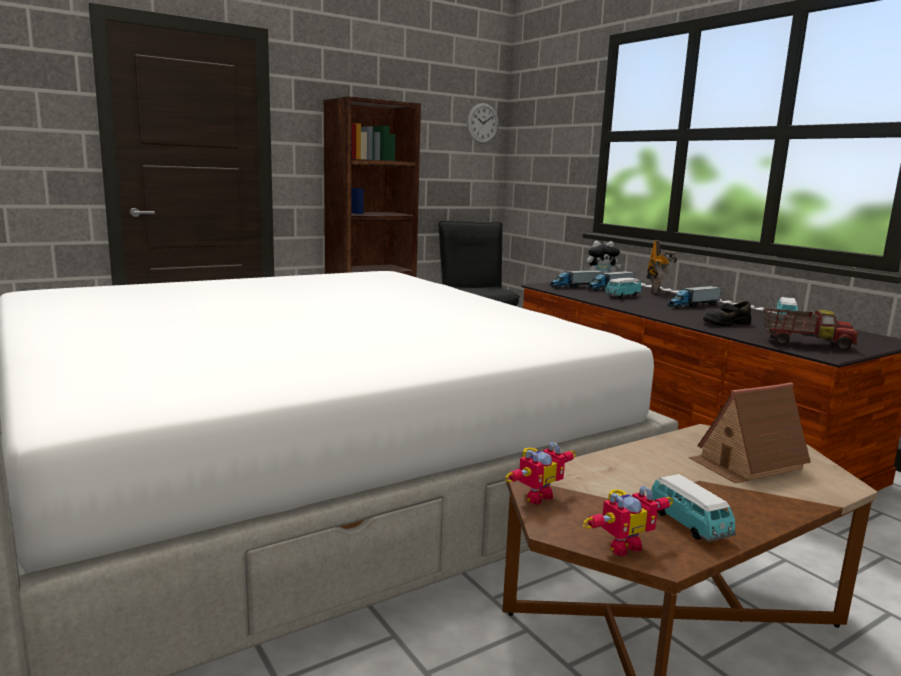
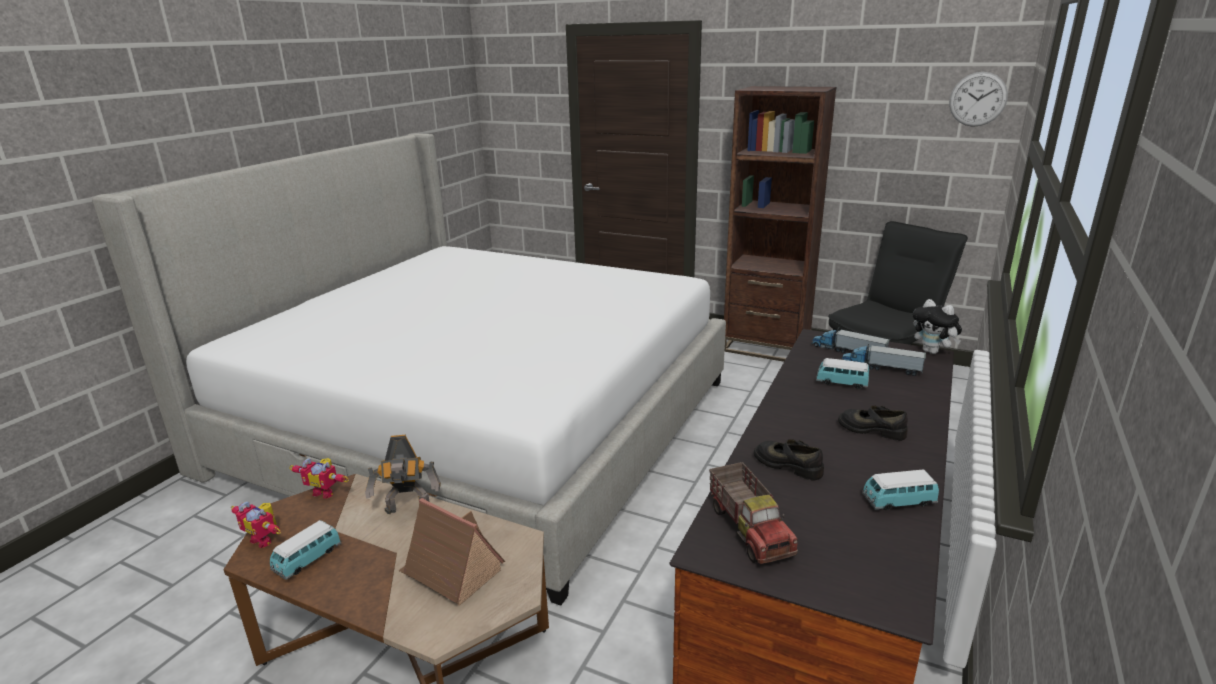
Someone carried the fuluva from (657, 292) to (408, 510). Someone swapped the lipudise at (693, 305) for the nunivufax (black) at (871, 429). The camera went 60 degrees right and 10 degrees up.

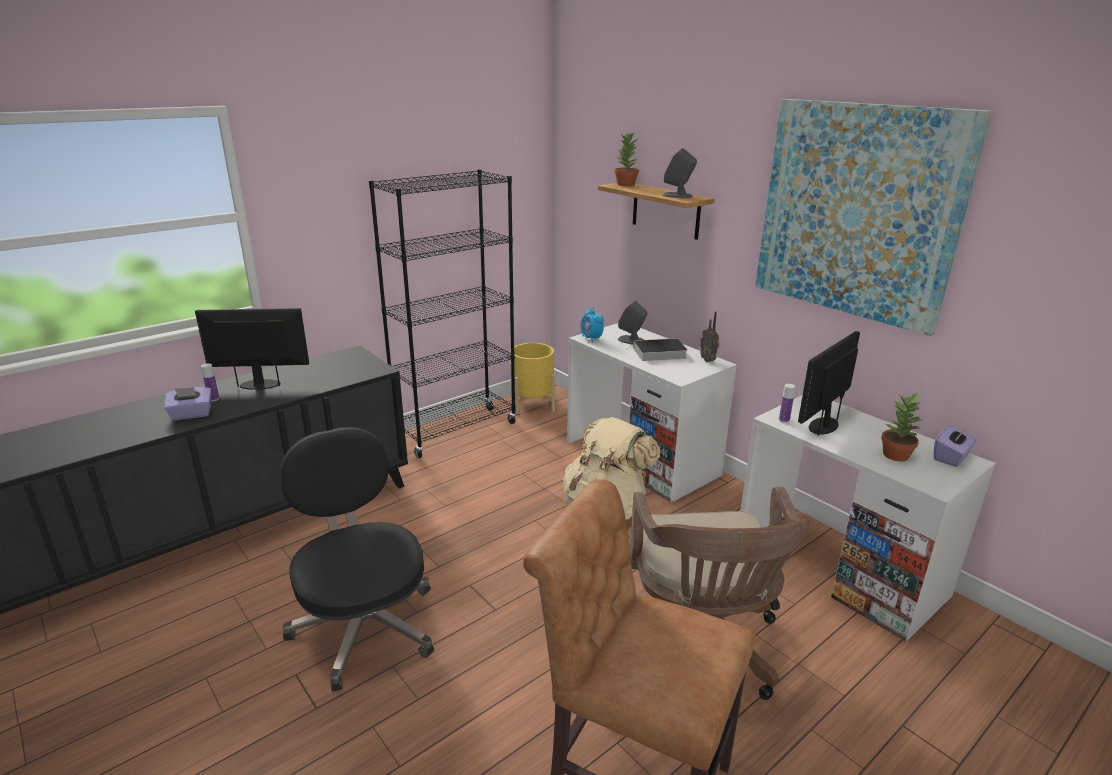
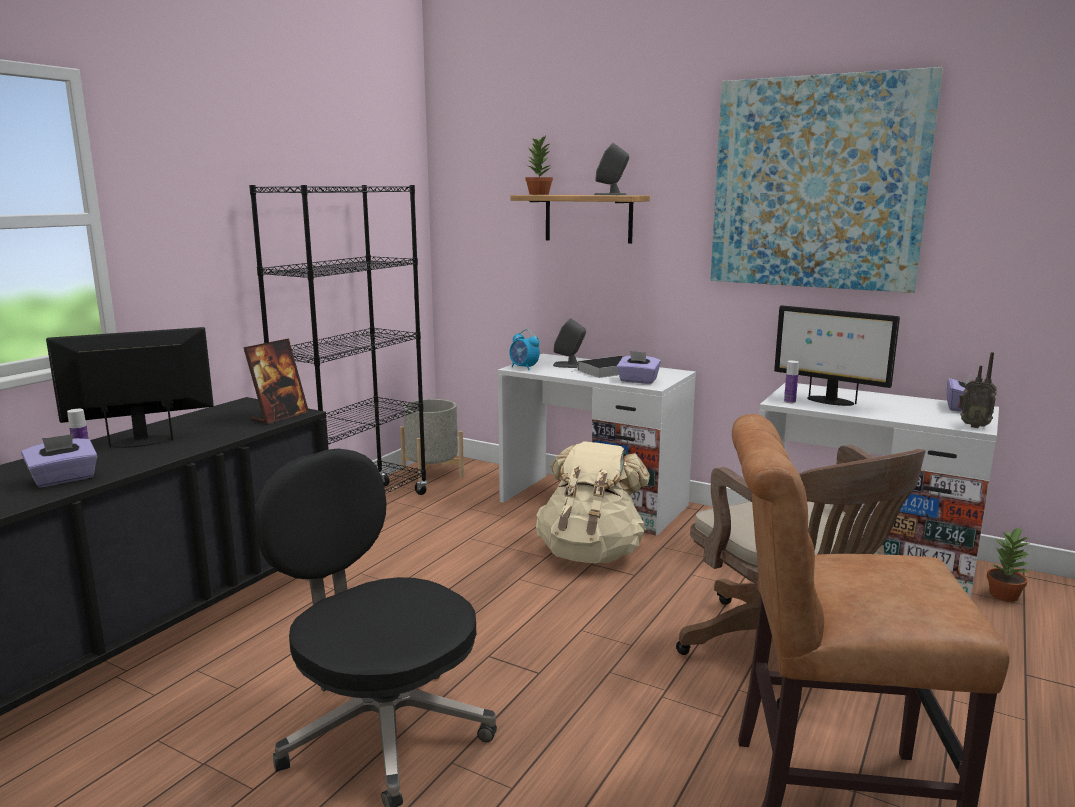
Someone repainted the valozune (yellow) at (532, 404), which became the valozune (grey) at (432, 474). Someone carried the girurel from (708, 360) to (973, 426). Someone rotated the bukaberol at (823, 425) by 75 degrees counterclockwise. Someone carried the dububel from (896, 455) to (1004, 595). Someone put down the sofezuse at (279, 416). Someone put down the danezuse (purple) at (638, 381). The camera went 20 degrees left and 10 degrees down.

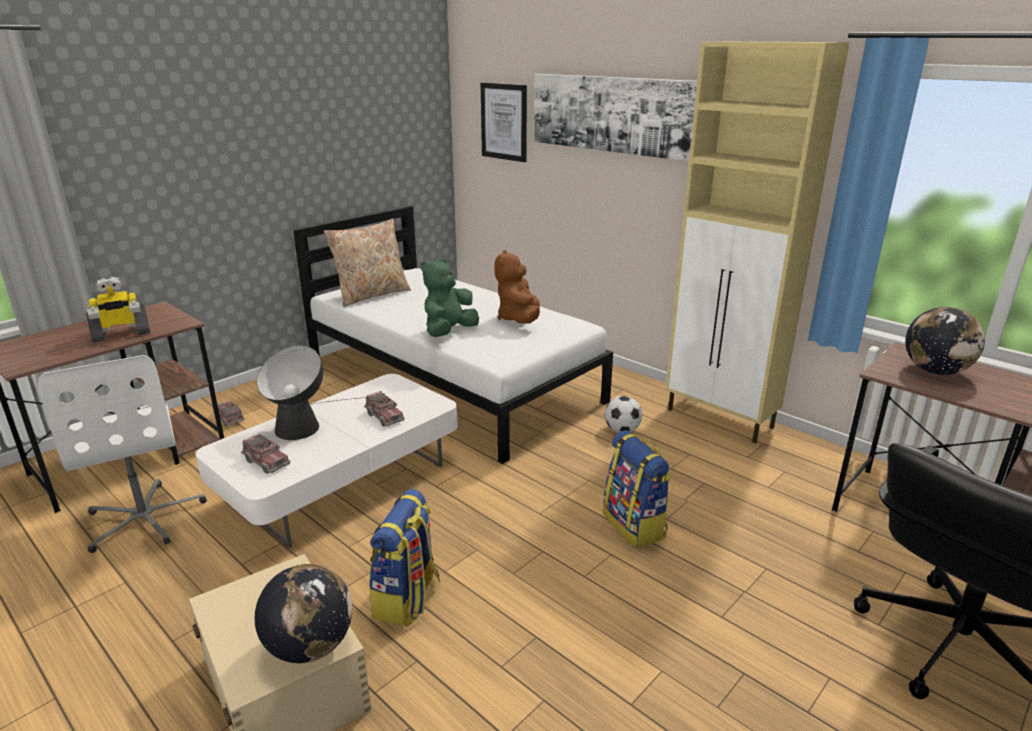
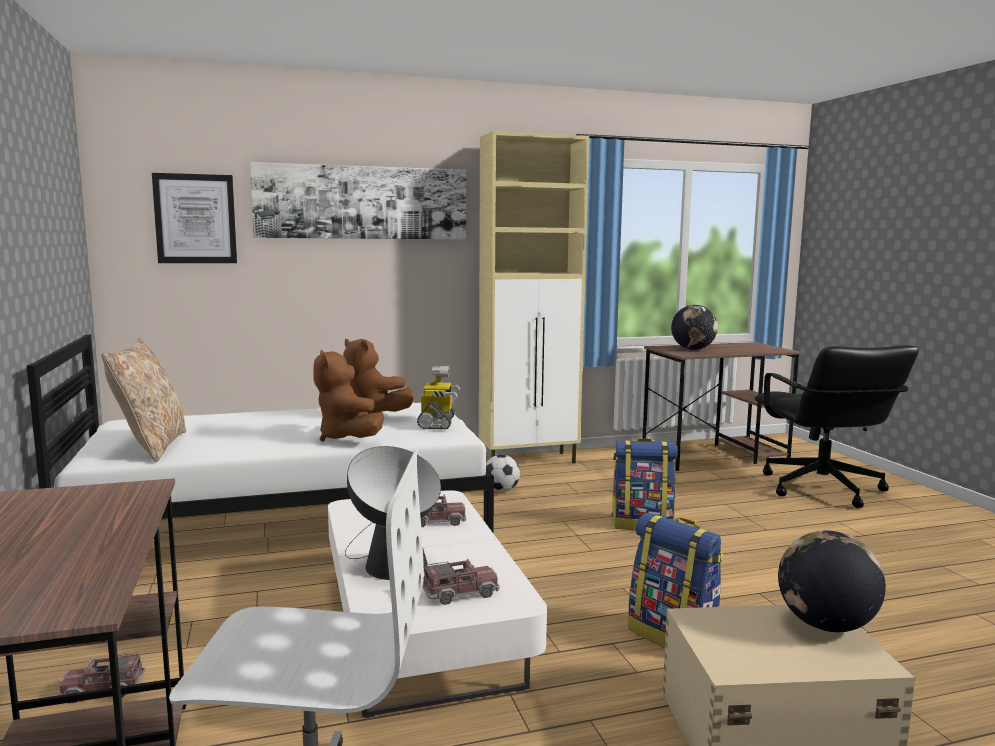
Someone carried the fuluva from (121, 334) to (437, 423). Someone repainted the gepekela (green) at (449, 332), which became the gepekela (brown) at (348, 438). The camera went 60 degrees left and 15 degrees down.

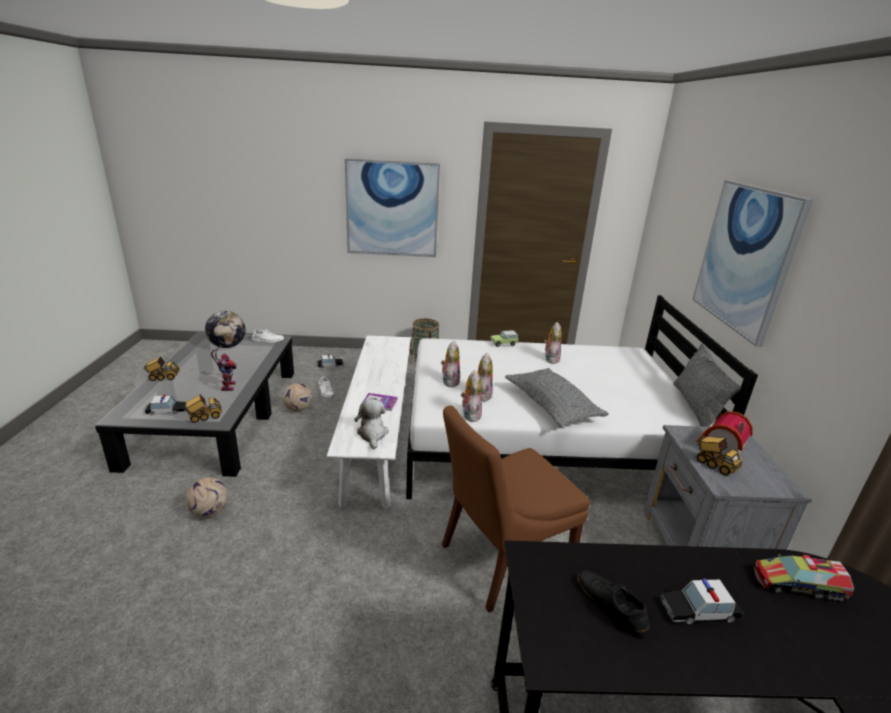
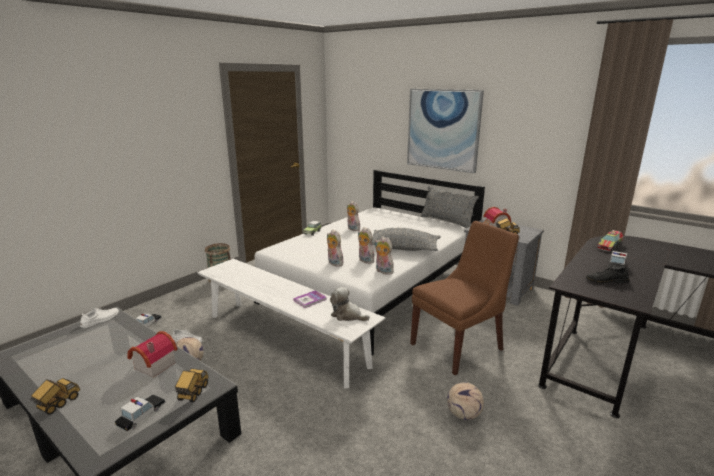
Someone carried the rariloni from (210, 511) to (463, 414). Someone took away the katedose at (228, 346). Someone swapped the fuluva at (227, 386) for the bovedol at (152, 365). Someone took away the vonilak at (392, 209). Someone rotated the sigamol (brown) at (501, 561) by 135 degrees counterclockwise. The camera went 50 degrees left and 5 degrees down.

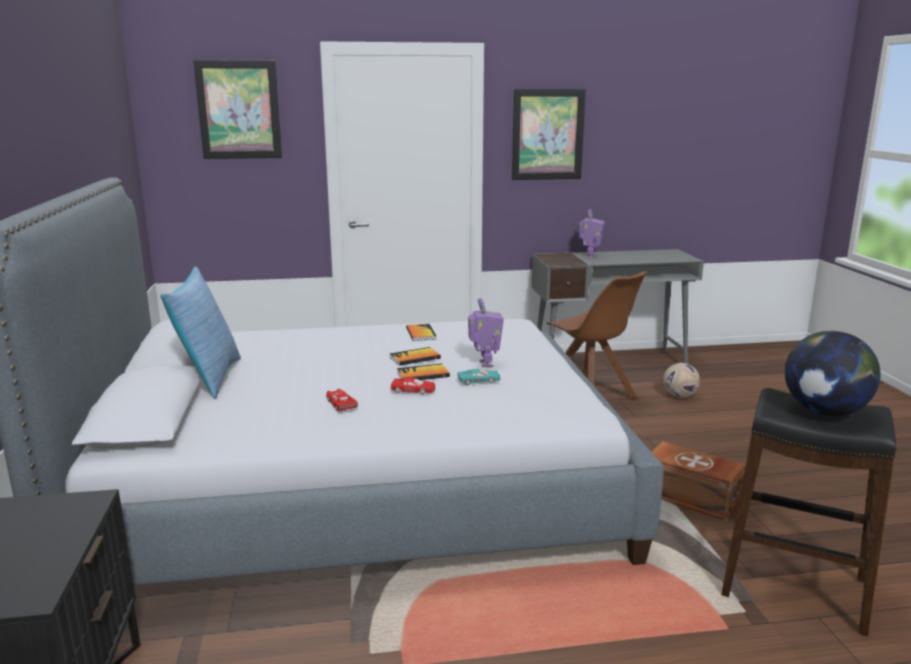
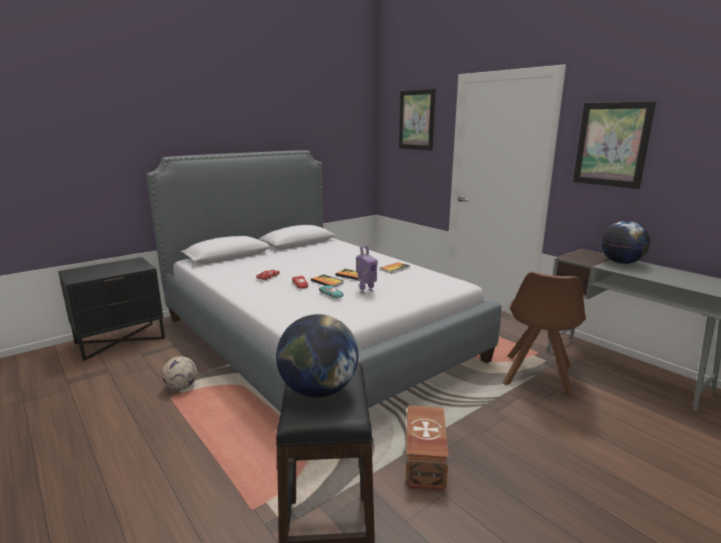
Someone took away the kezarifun at (208, 378). Someone swapped the fuluva at (590, 256) for the katedose at (621, 263). Someone carried the rariloni from (679, 396) to (181, 387). The camera went 60 degrees right and 0 degrees up.

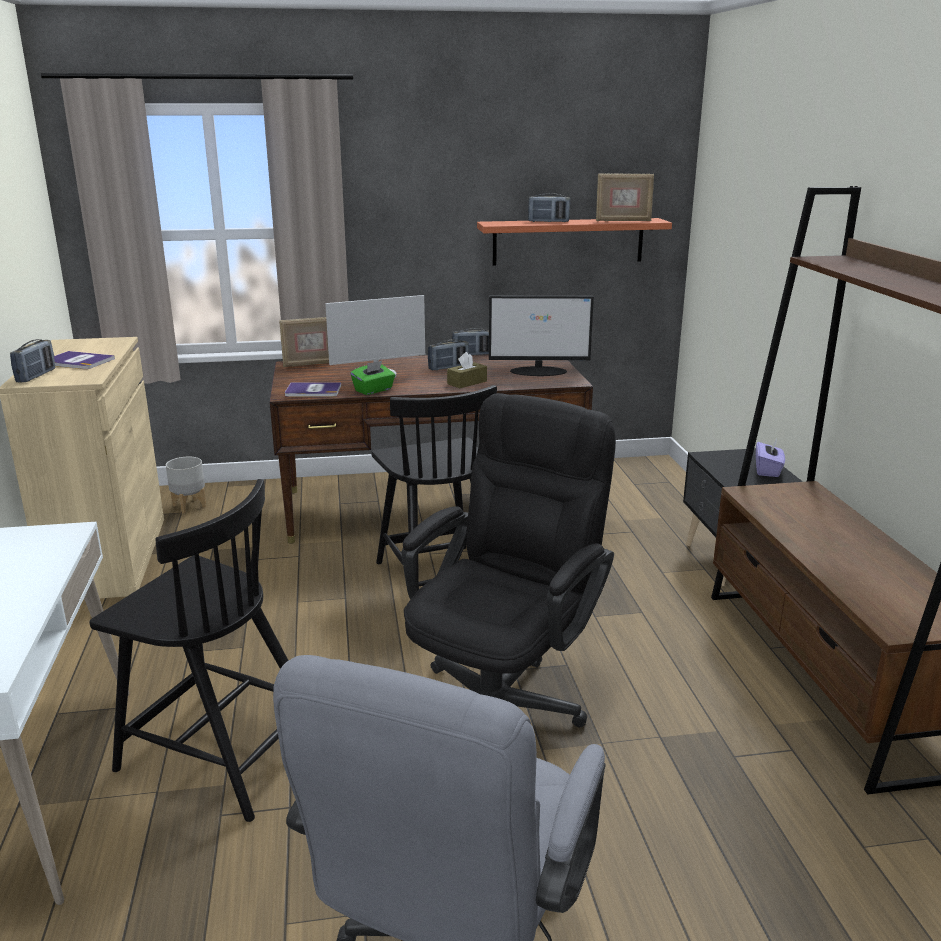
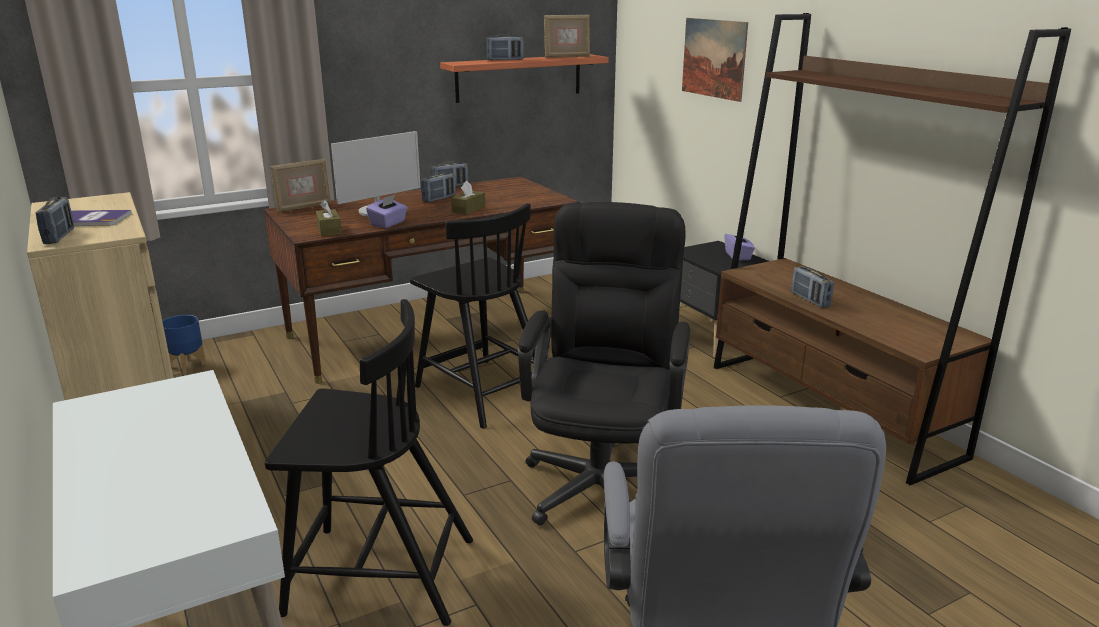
Someone repainted the valozune (grey) at (189, 506), which became the valozune (blue) at (186, 366). Someone swapped the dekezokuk at (313, 391) for the danezuse (brown) at (329, 230). Someone repainted the danezuse (green) at (374, 390), which became the danezuse (purple) at (388, 224). Someone took away the bukaberol at (539, 371). Someone put up the vonilak at (714, 58). Someone put down the girurel at (809, 300). The camera went 20 degrees left and 0 degrees up.

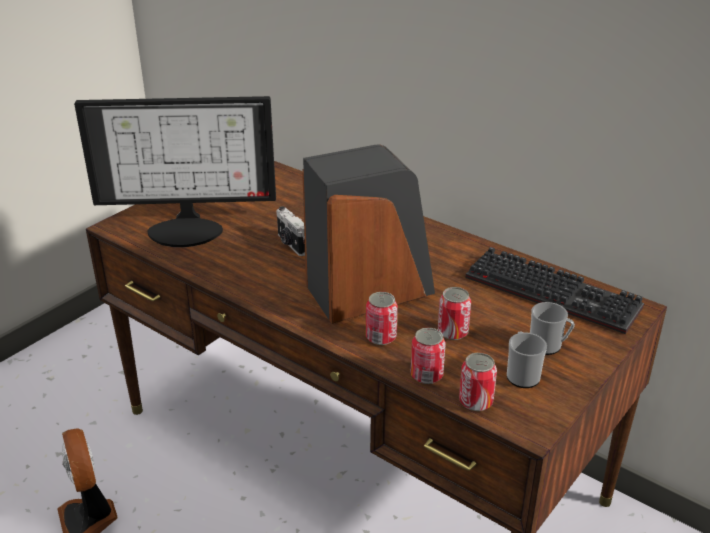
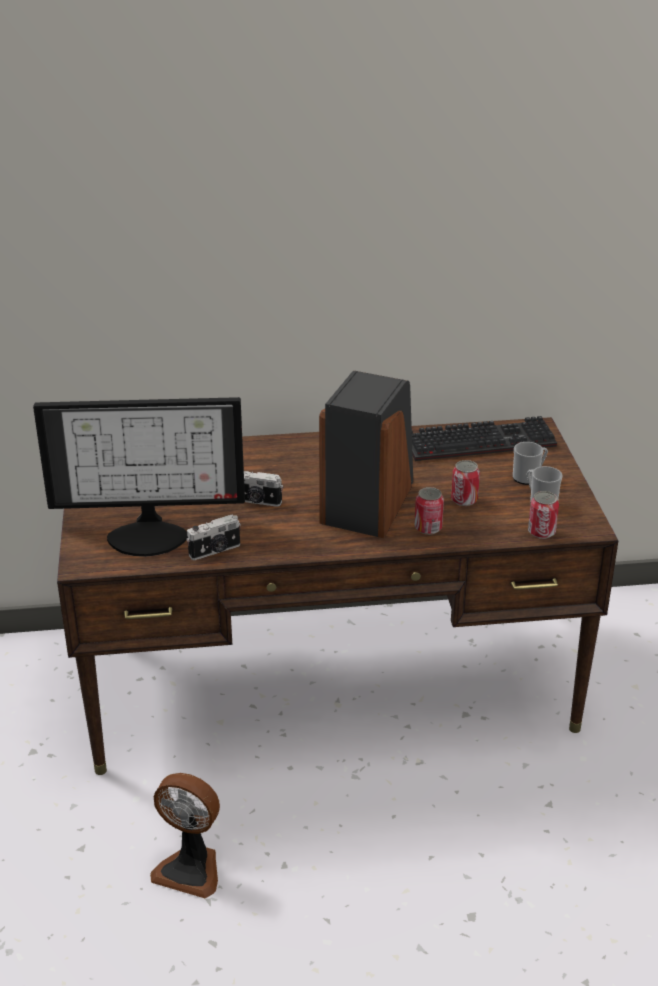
Someone rotated the bukaberol at (187, 228) by 45 degrees clockwise. Someone took away the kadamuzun at (426, 375). Someone put down the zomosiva at (215, 551). The camera went 45 degrees left and 0 degrees up.

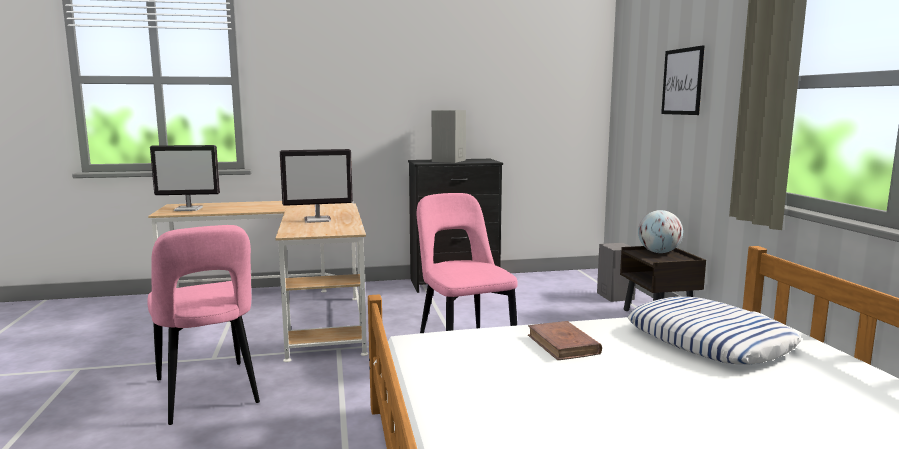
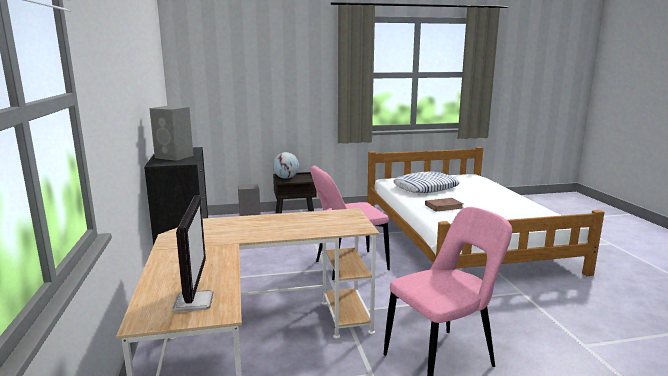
Someone took away the bukaberol at (318, 220). Someone took away the vonilak at (682, 81). The camera went 90 degrees left and 5 degrees up.

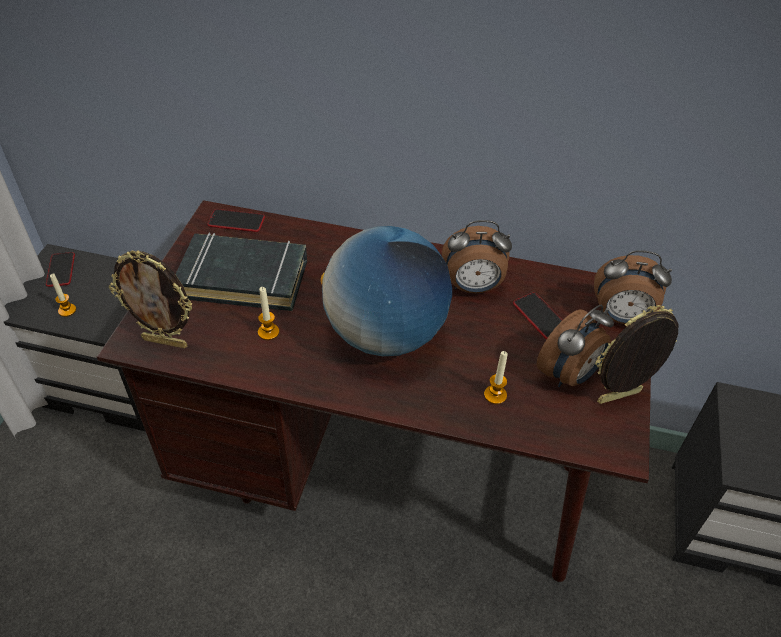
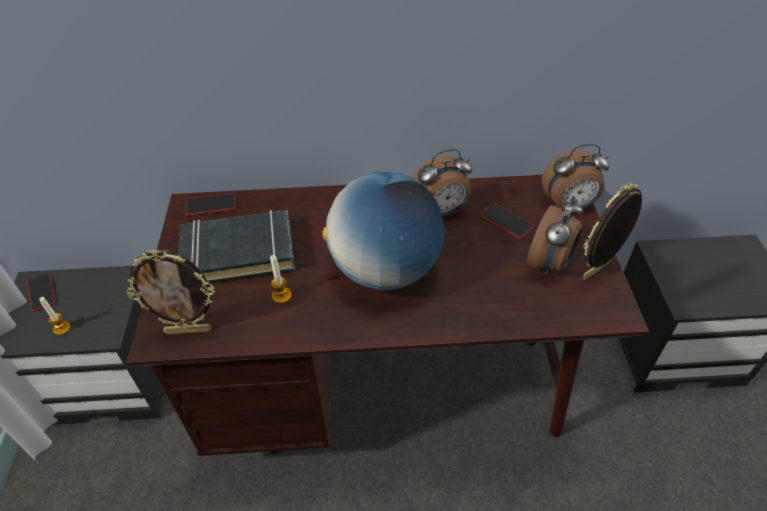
Someone took away the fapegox at (495, 395). The camera went 15 degrees left and 0 degrees up.

